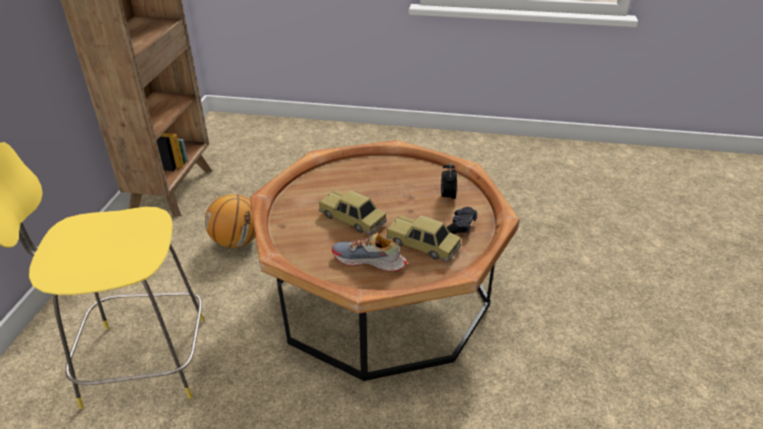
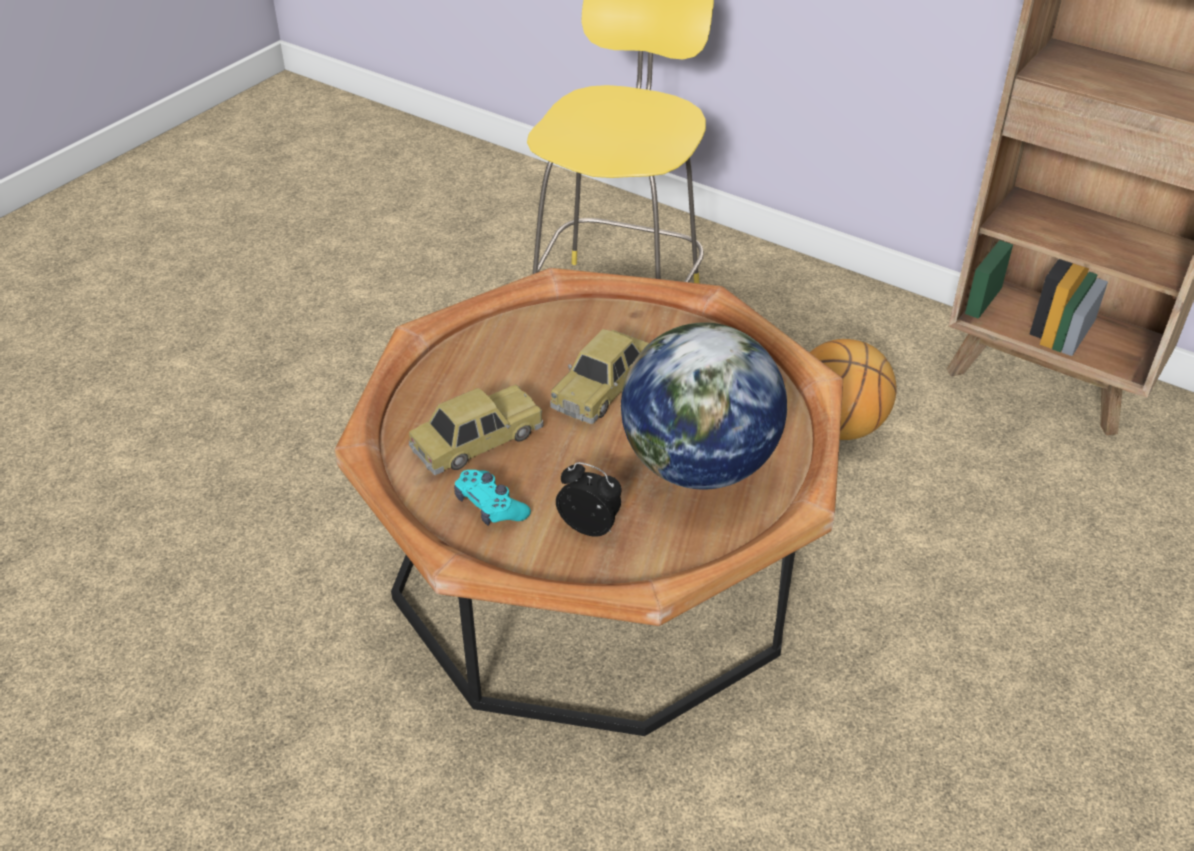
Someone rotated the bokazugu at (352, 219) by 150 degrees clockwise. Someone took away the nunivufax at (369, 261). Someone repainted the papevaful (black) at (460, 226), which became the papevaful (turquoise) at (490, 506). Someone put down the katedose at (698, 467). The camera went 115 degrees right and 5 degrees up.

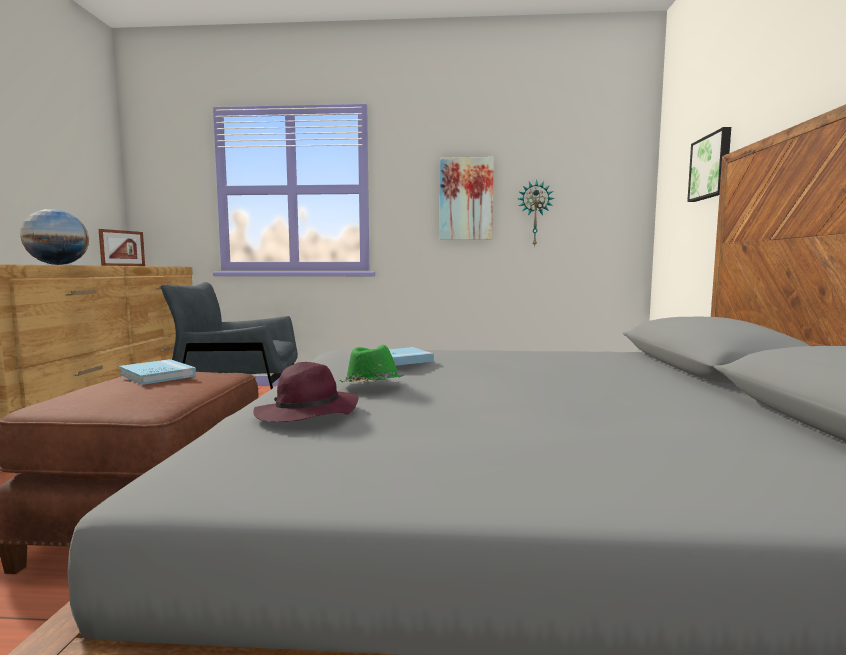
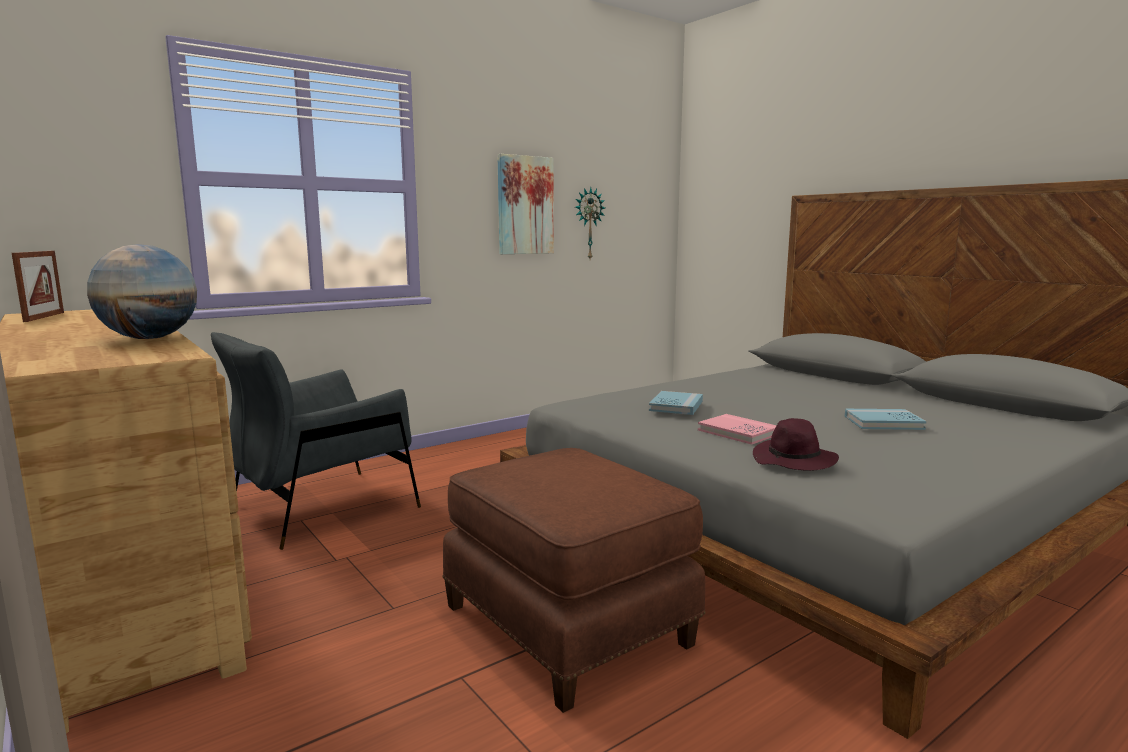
Someone carried the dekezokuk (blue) from (157, 375) to (883, 422). Someone swapped the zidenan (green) at (372, 386) for the dekezokuk (pink) at (738, 432). Someone took away the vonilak at (711, 167). The camera went 40 degrees left and 5 degrees up.

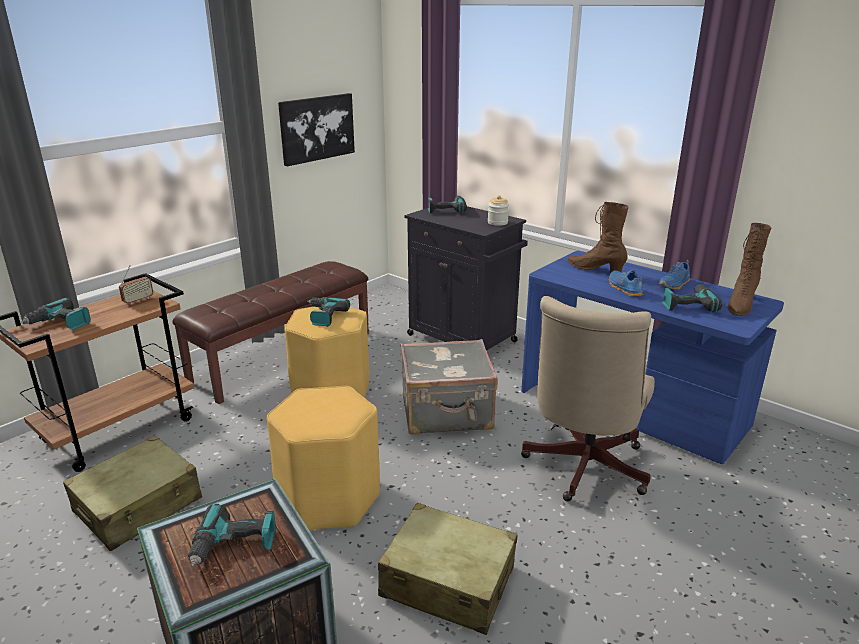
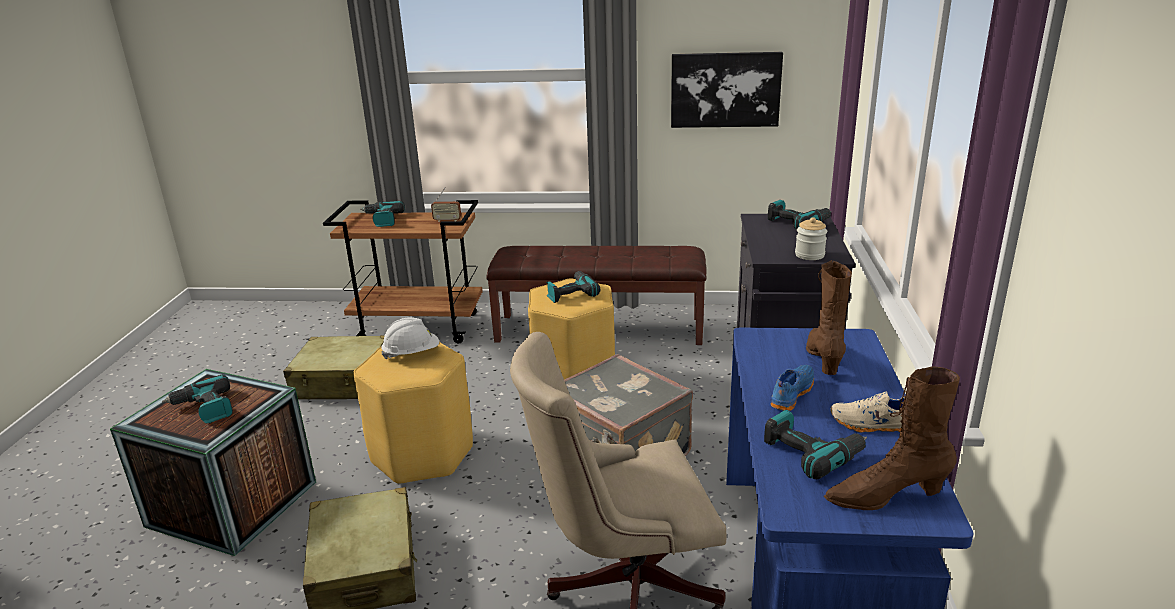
Someone repainted the nunivufax (blue) at (674, 285), which became the nunivufax (beige) at (871, 425). Someone put down the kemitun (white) at (412, 354). The camera went 55 degrees right and 0 degrees up.

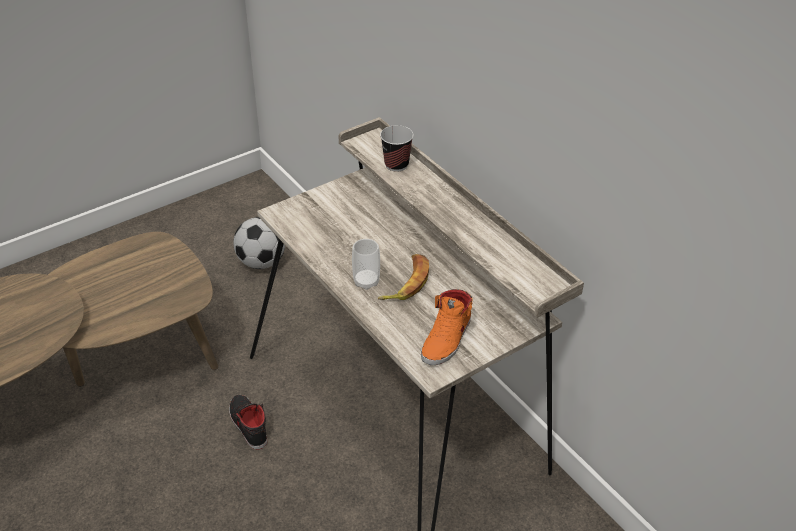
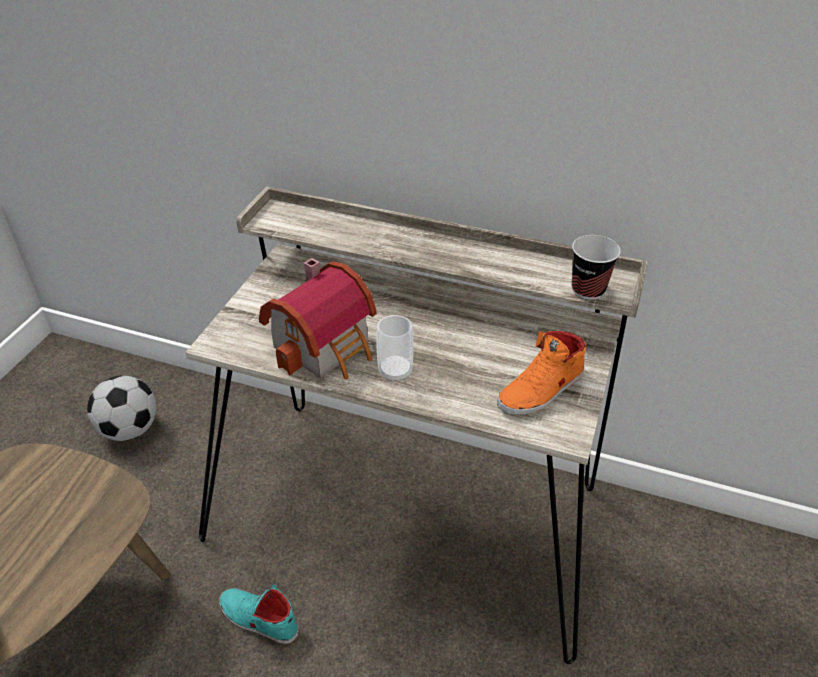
Someone repainted the nunivufax (black) at (247, 424), which became the nunivufax (turquoise) at (258, 619). Someone took away the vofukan at (406, 282). Someone carried the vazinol from (396, 164) to (588, 290). Someone rotated the nunivufax (orange) at (447, 339) by 60 degrees clockwise. Someone put down the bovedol at (327, 346). The camera went 35 degrees left and 0 degrees up.

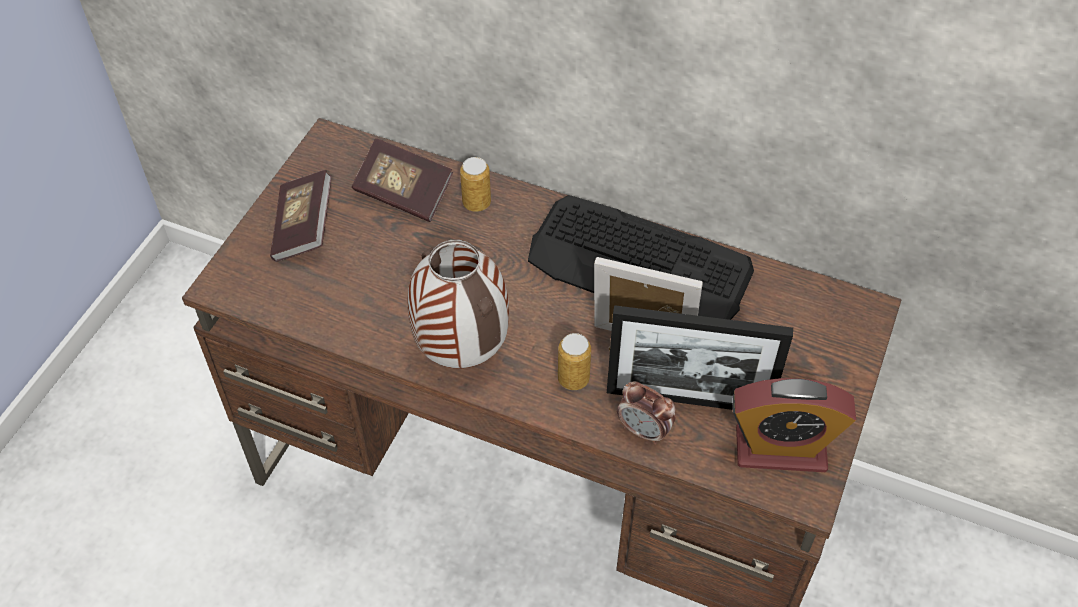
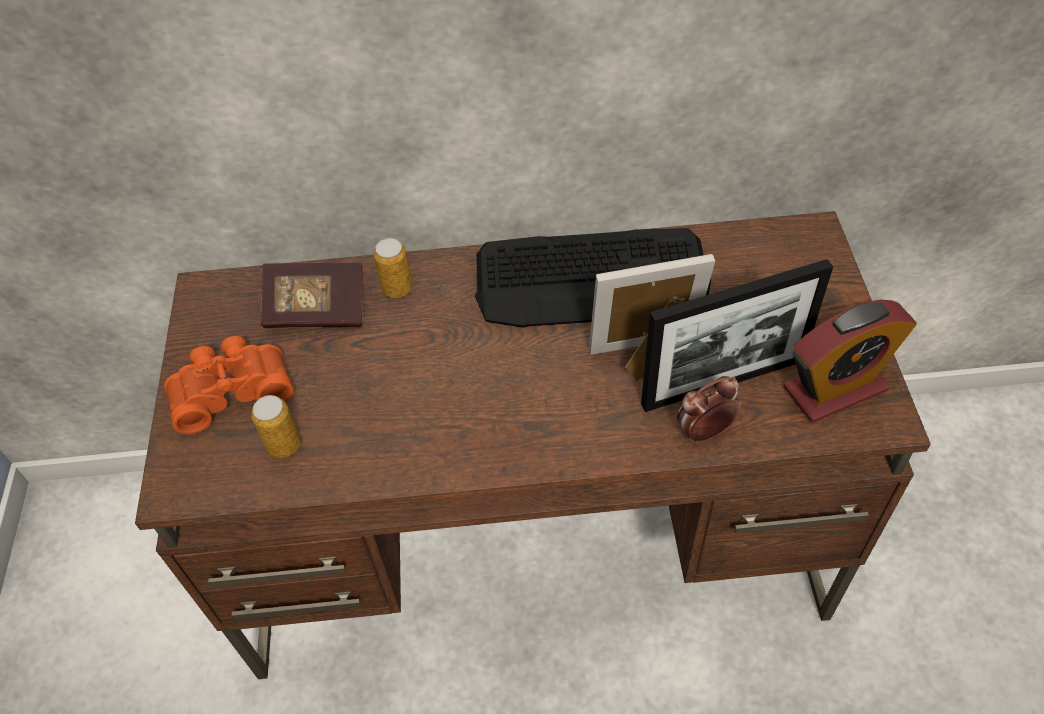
Someone swapped the dekezokuk at (303, 228) for the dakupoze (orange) at (231, 389). Someone took away the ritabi at (460, 353). Someone carried the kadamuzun from (573, 379) to (284, 445). Someone rotated the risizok at (644, 431) by 150 degrees clockwise. The camera went 25 degrees left and 0 degrees up.

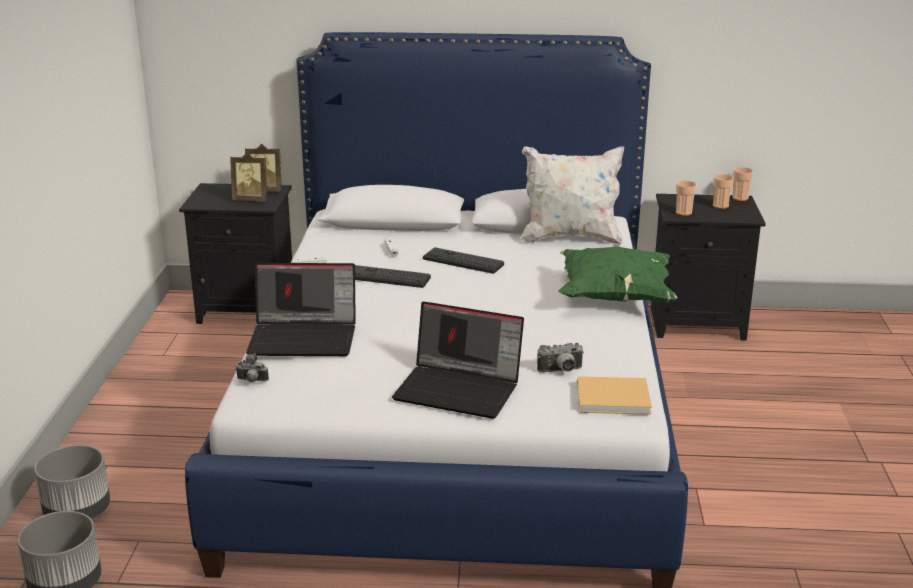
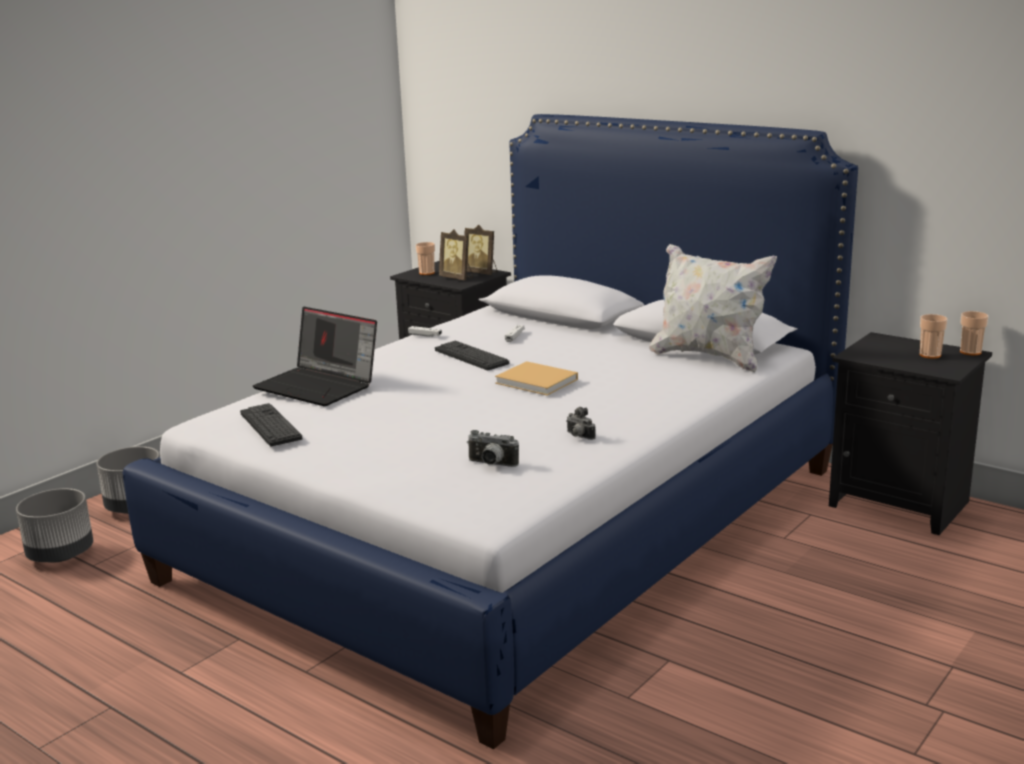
Someone carried the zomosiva from (251, 381) to (578, 436). Someone took away the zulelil at (460, 389). Someone carried the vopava from (463, 261) to (270, 426). Someone took away the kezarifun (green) at (614, 297). Someone carried the dekezokuk (beige) from (615, 398) to (538, 382). Someone carried the vazinol from (683, 213) to (426, 273). The camera went 35 degrees right and 5 degrees down.

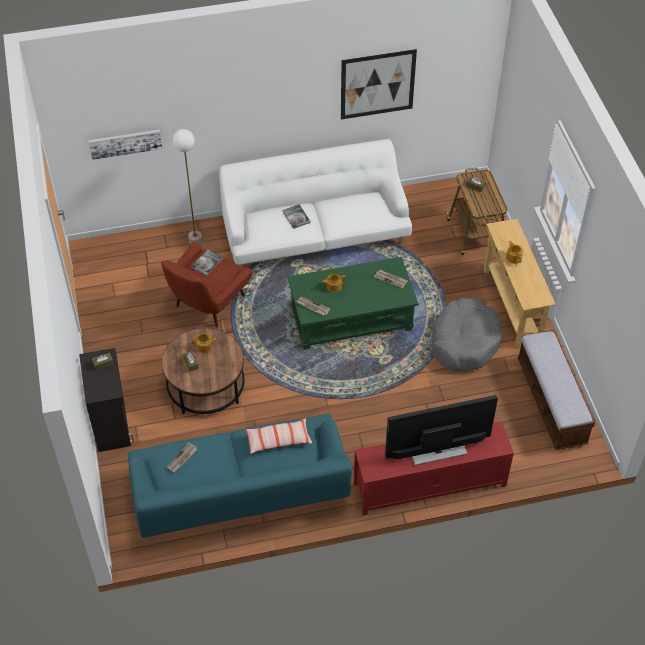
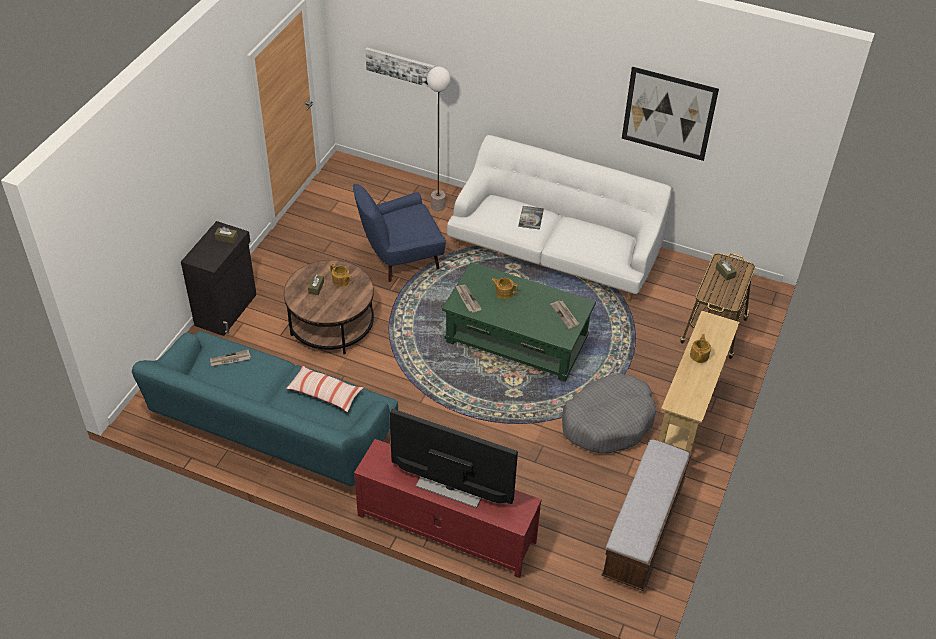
Someone repainted the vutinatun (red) at (207, 304), which became the vutinatun (blue) at (400, 258). Someone took away the dekezokuk at (207, 263). The camera went 35 degrees right and 5 degrees down.

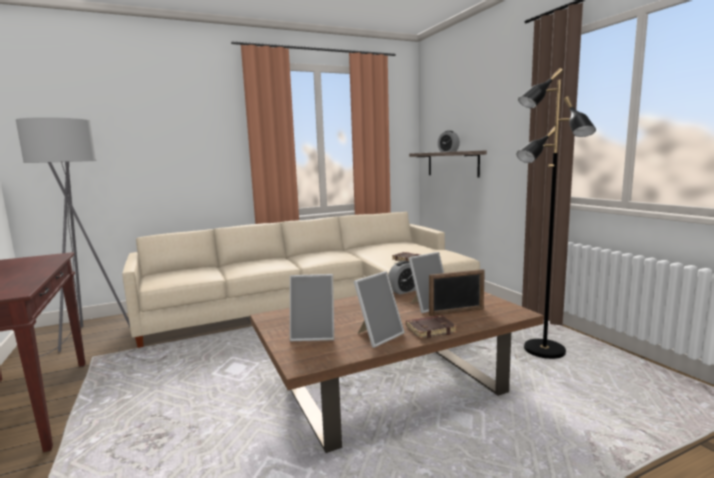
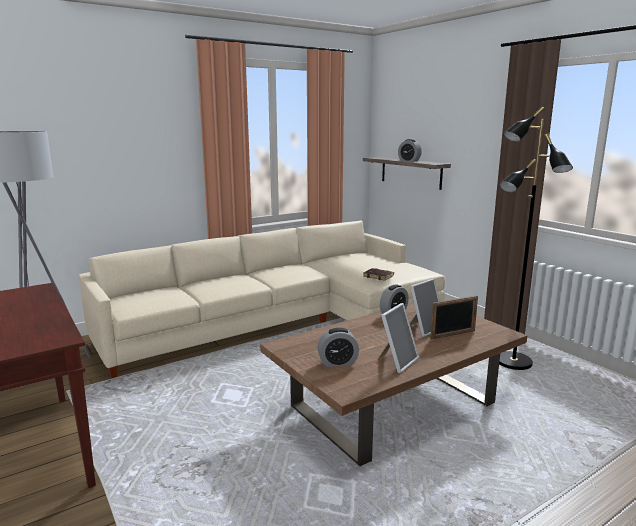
Someone swapped the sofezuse at (314, 334) for the risizok at (337, 362). Someone took away the dekezokuk (brown) at (430, 330). The camera went 10 degrees left and 5 degrees up.

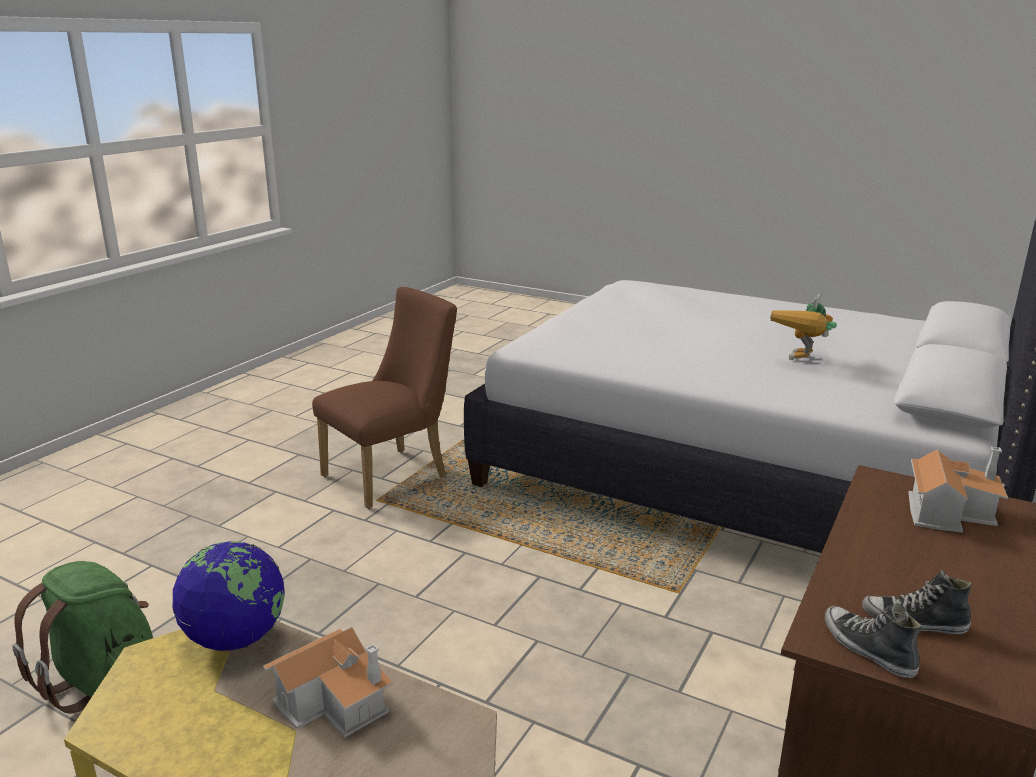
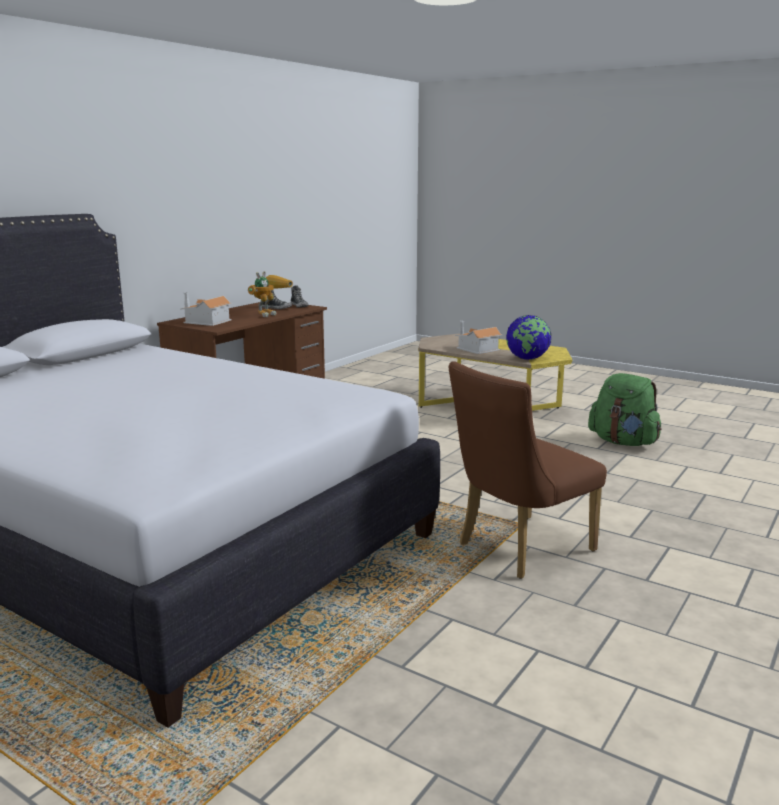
Someone carried the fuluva from (803, 362) to (269, 314). The camera went 175 degrees left and 5 degrees down.

